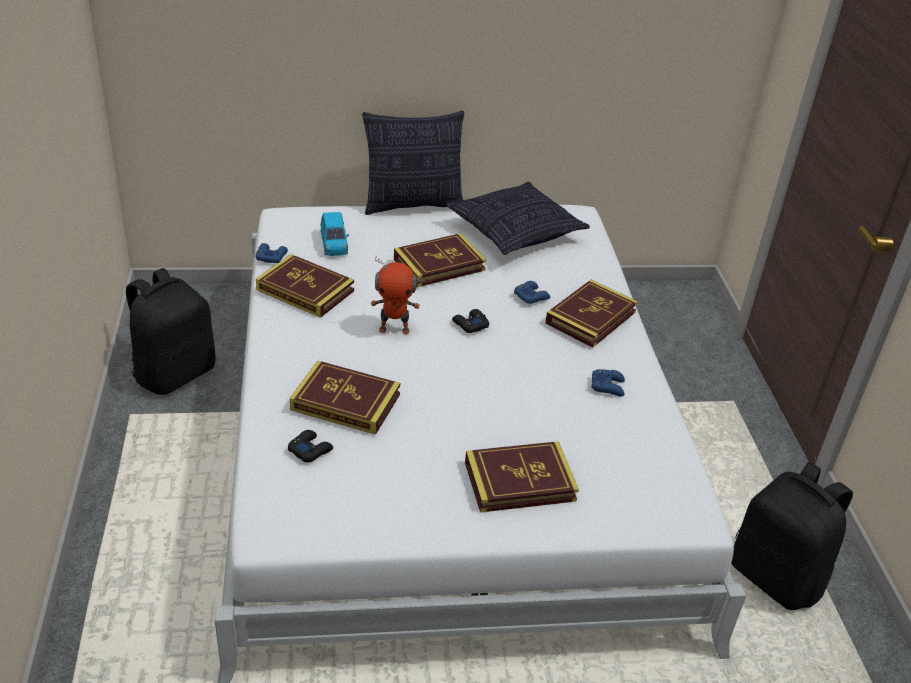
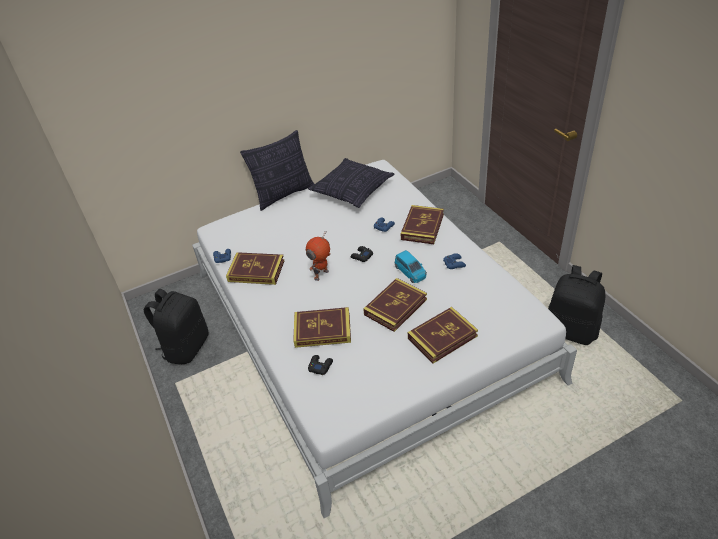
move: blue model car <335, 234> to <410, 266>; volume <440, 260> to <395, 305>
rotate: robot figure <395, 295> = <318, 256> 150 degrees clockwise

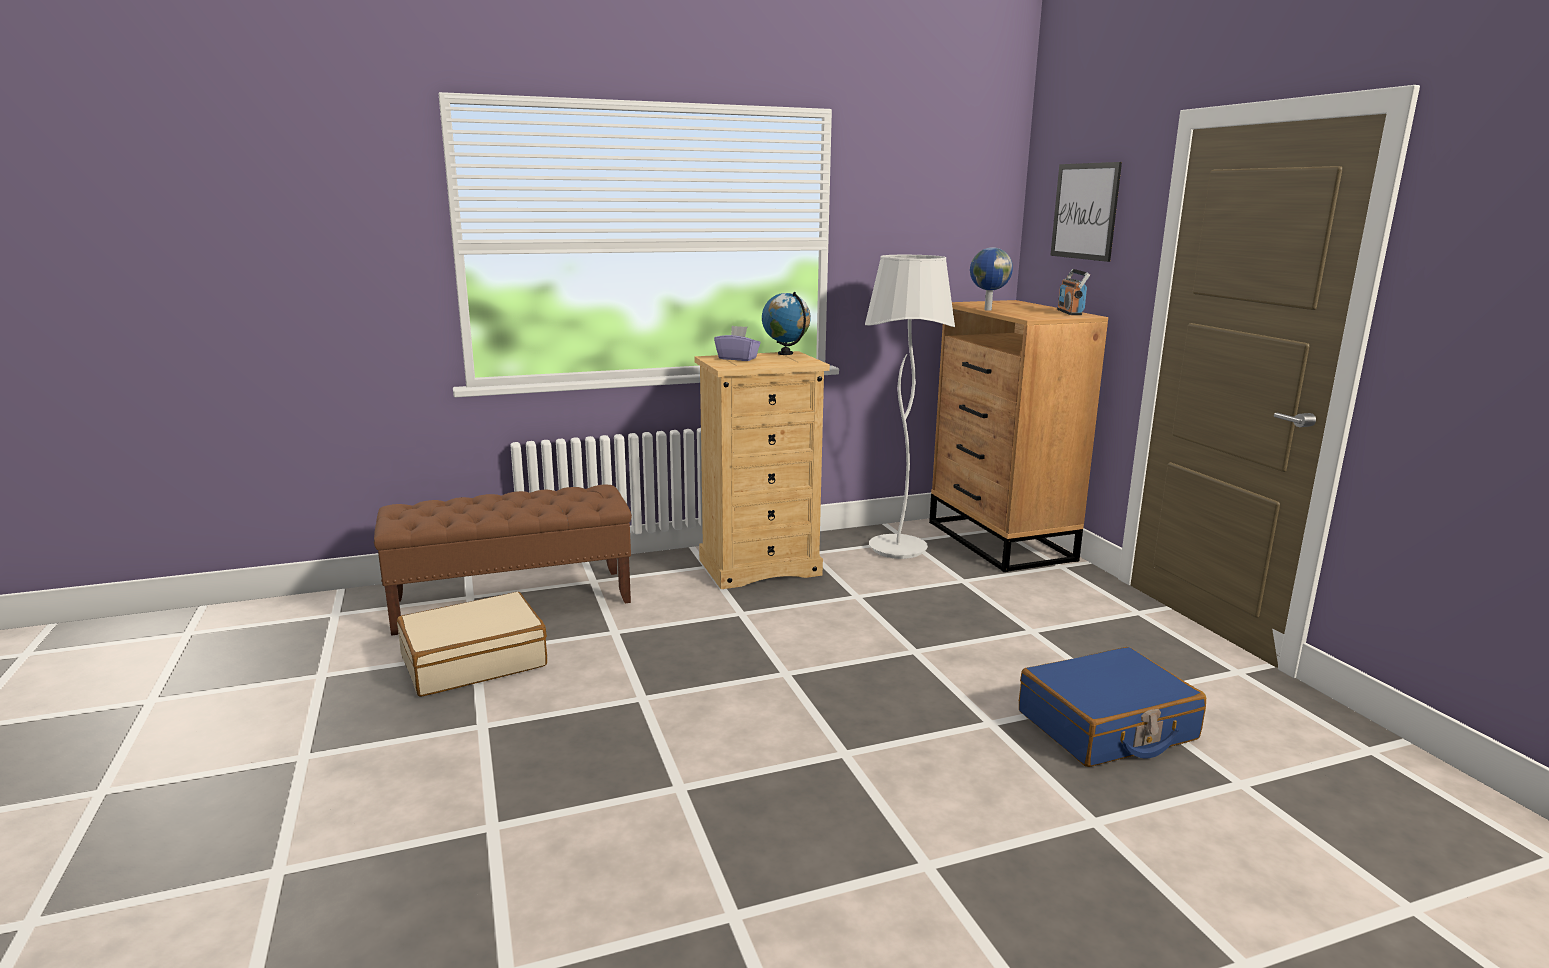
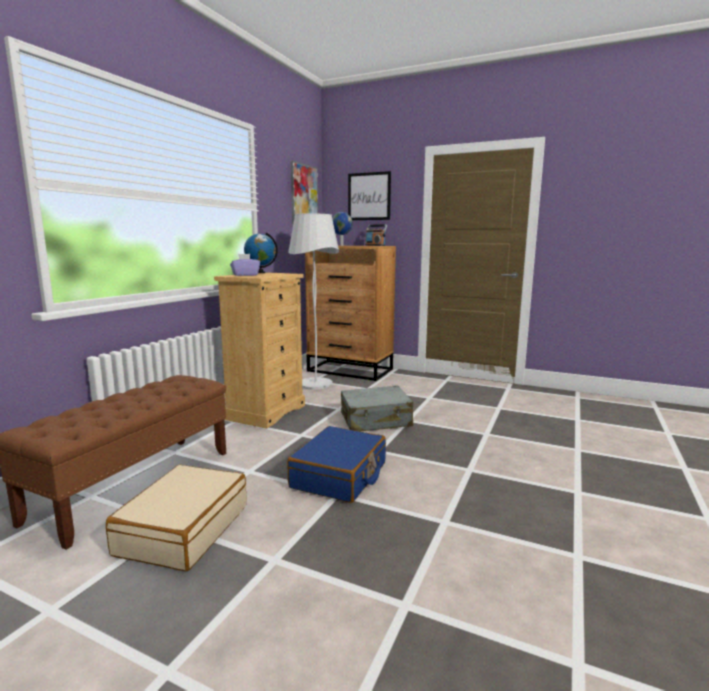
insert: wall picture <304, 193>; greyish piece of luggage <377, 408>
move: blue piece of luggage <1112, 707> to <336, 464>

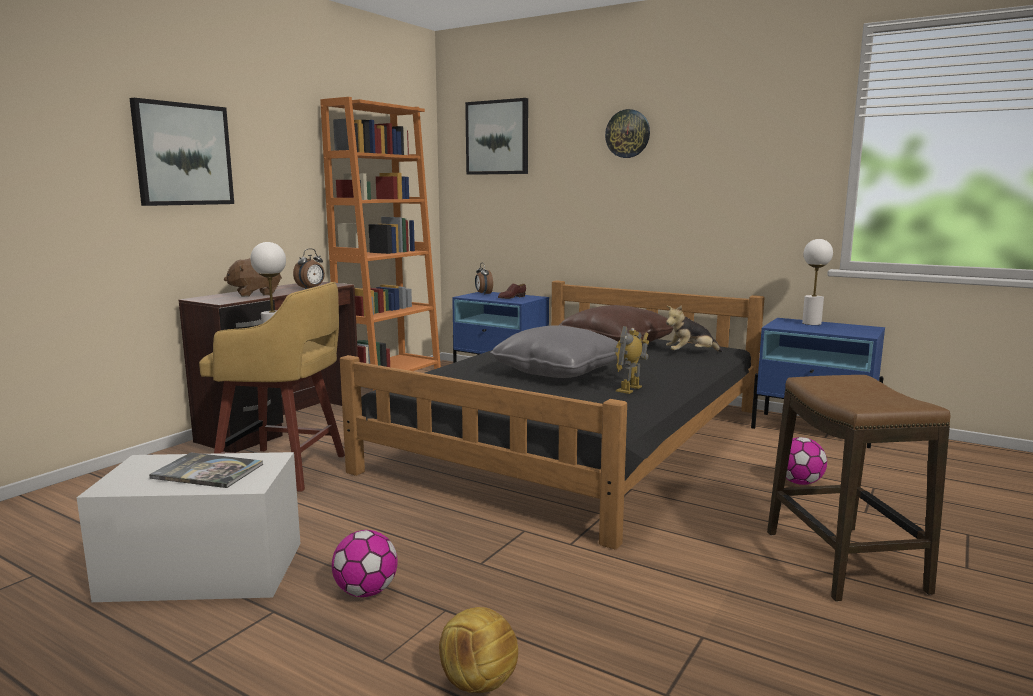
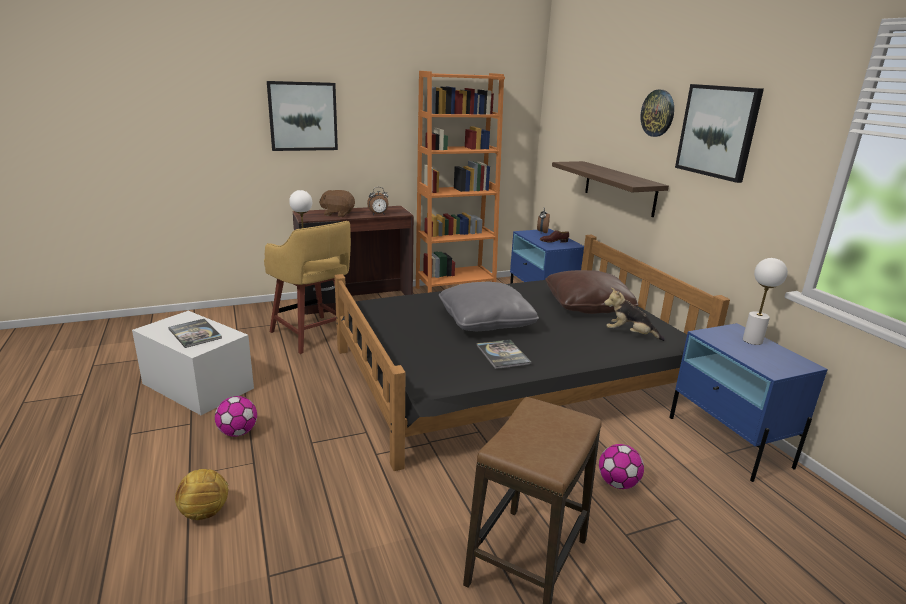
insert: wall shelf <610, 189>
move: wall picture <496, 136> to <719, 133>
replace: robot figure <631, 360> to volume <503, 354>

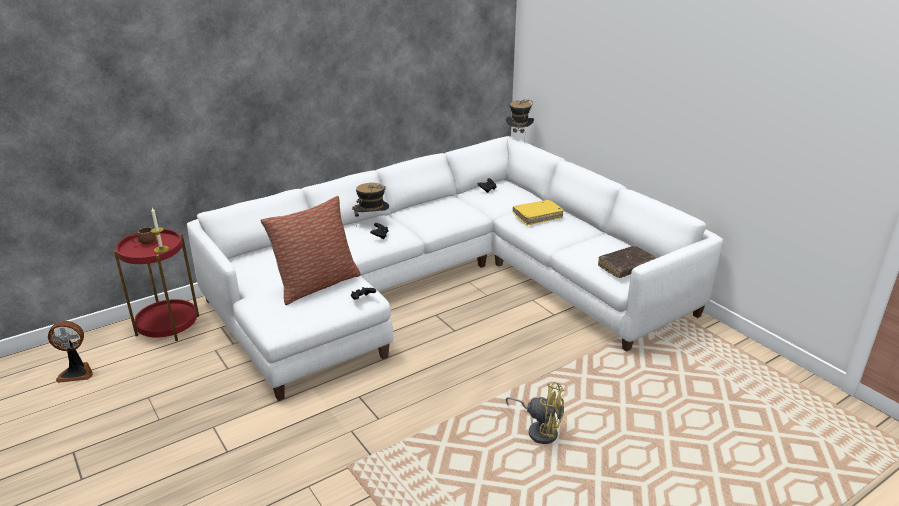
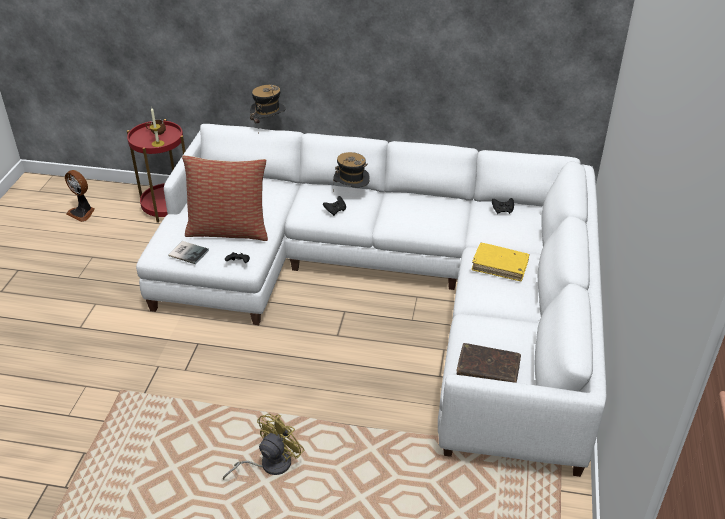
insert: volume <188, 252>
move: clothing hat <520, 120> to <267, 109>
rotate: yellow-coloured fan <534, 413> = <263, 446> 120 degrees counterclockwise

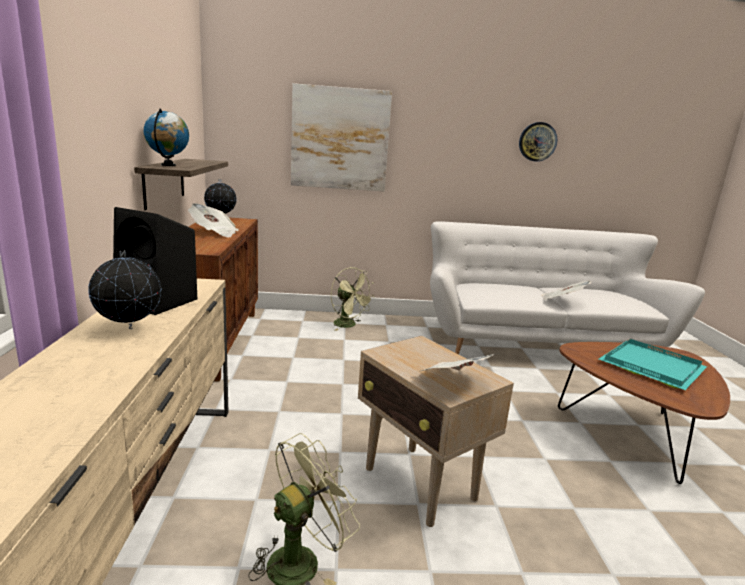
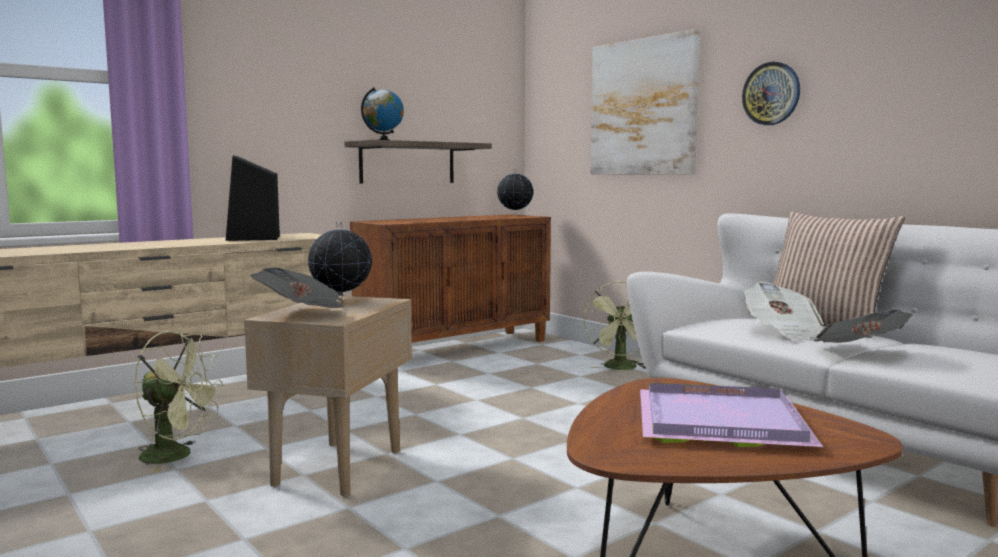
insert: throw pillow <839, 275>
move: desk globe <125, 289> to <340, 260>; printed paper <213, 220> to <784, 311>; wall clock <538, 142> to <771, 93>
recolor: turquoise-coloured carrying tray <653, 364> to purple-coloured carrying tray <731, 415>

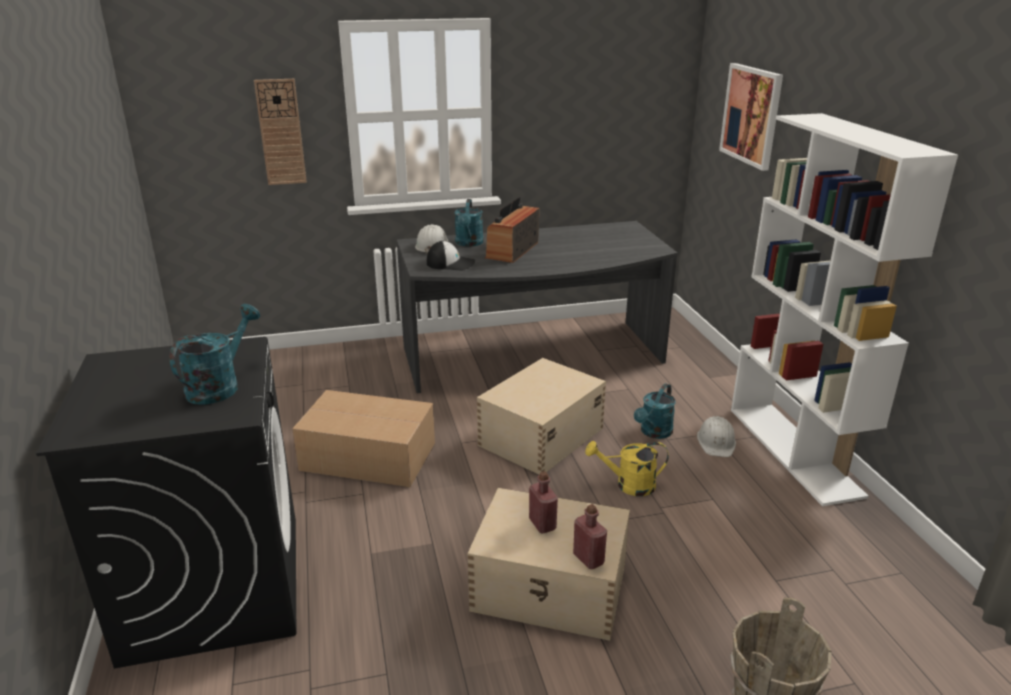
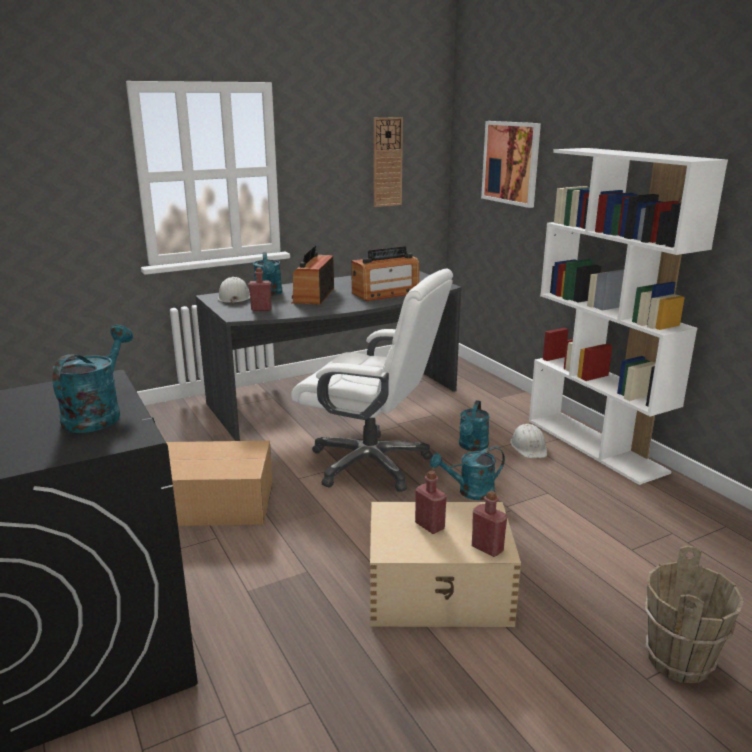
insert: radio set <385, 273>
move: wall clock <280, 132> to <388, 162>
replace: cap <451, 255> to red-coloured bottle <260, 289>; beige-coloured storage bin <541, 416> to white office chair <372, 380>
recolor: yellow-coloured watering pot <627, 468> to turquoise-coloured watering pot <467, 473>

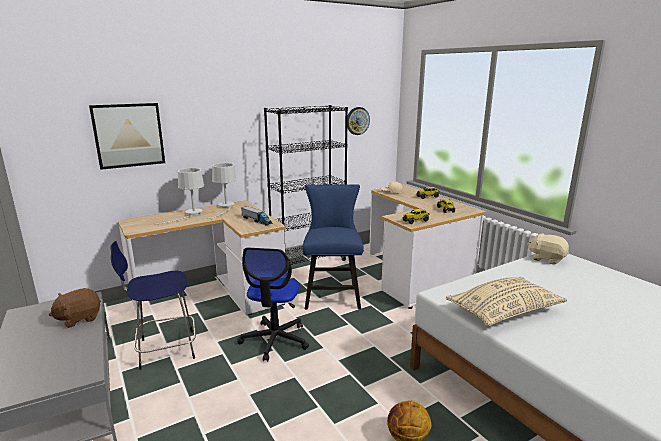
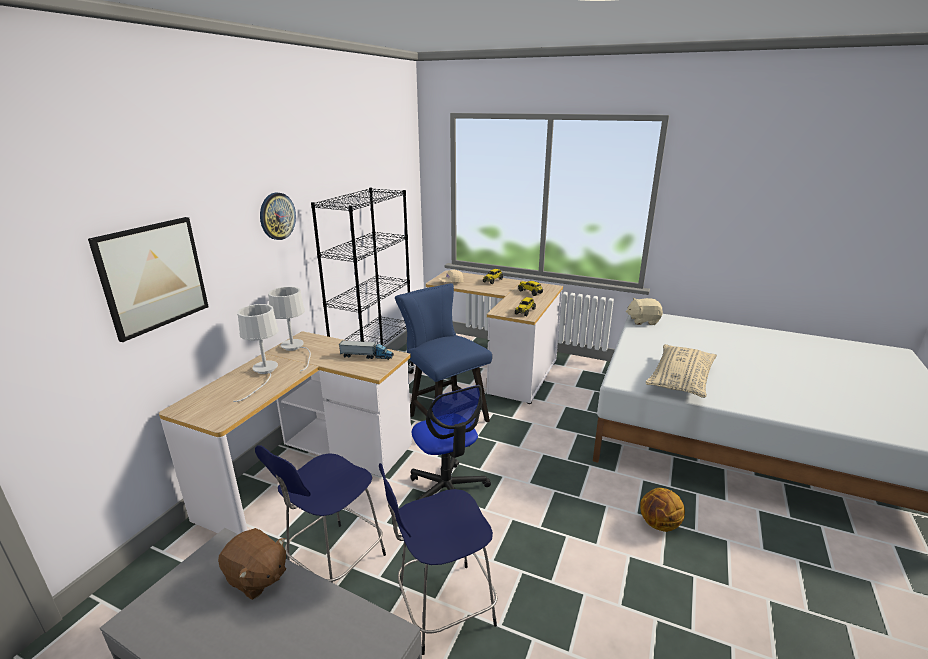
insert: blue stool seat <438, 559>
move: wall clock <358, 121> to <278, 216>
rotate: brown plush toy <75, 308> = <252, 564> 75 degrees counterclockwise

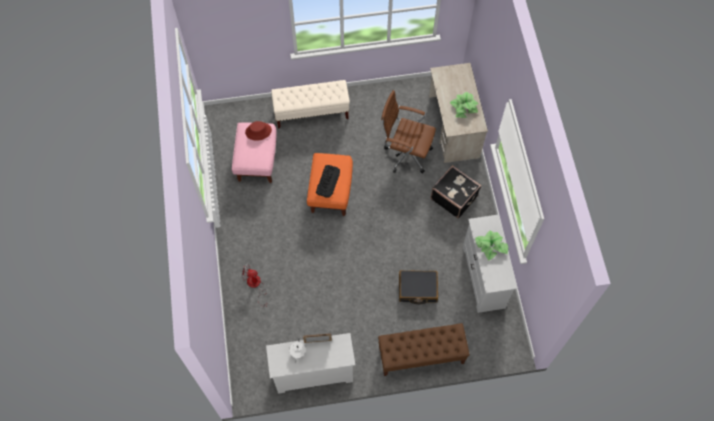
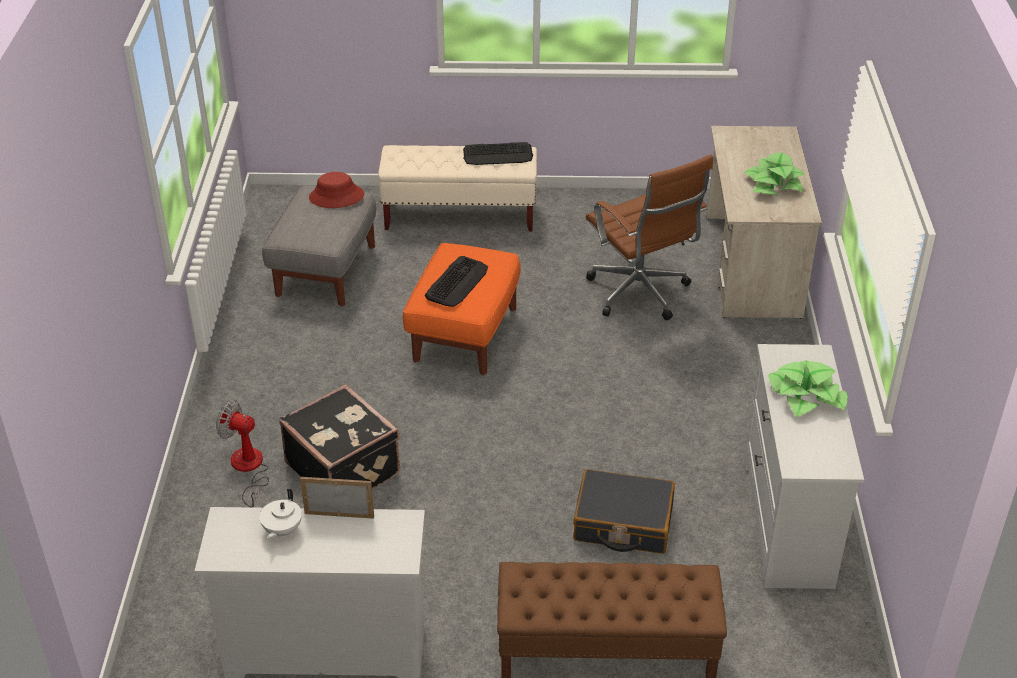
insert: PC keyboard <498, 153>
move: black piece of luggage <456, 192> to <339, 437>
recolor: pink footrest <254, 152> to greyish footrest <319, 245>
rotate: brown office chair <408, 131> = <649, 237> 150 degrees counterclockwise

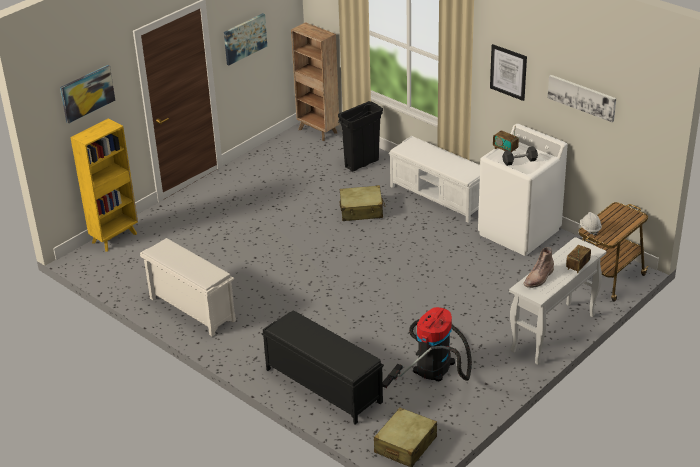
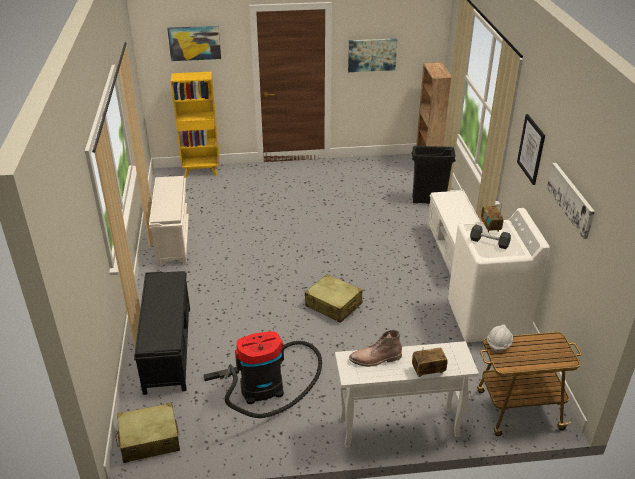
move: beige-coloured piece of luggage <362, 203> to <334, 298>

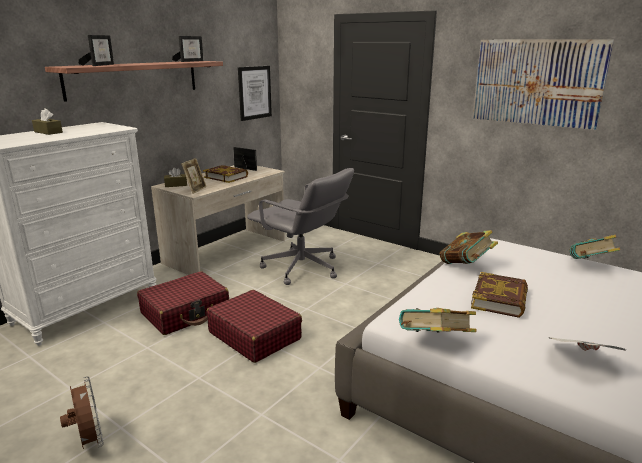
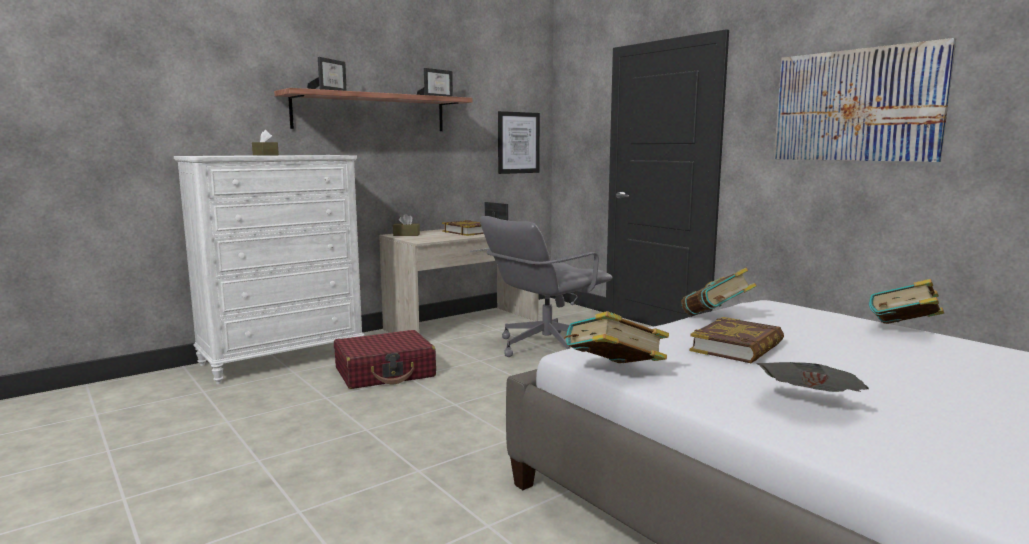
delete: brown fan <81, 412>; picture frame <194, 176>; red-coloured piece of luggage <254, 326>
rotate: greyish office chair <300, 226> = <546, 286> 90 degrees clockwise

